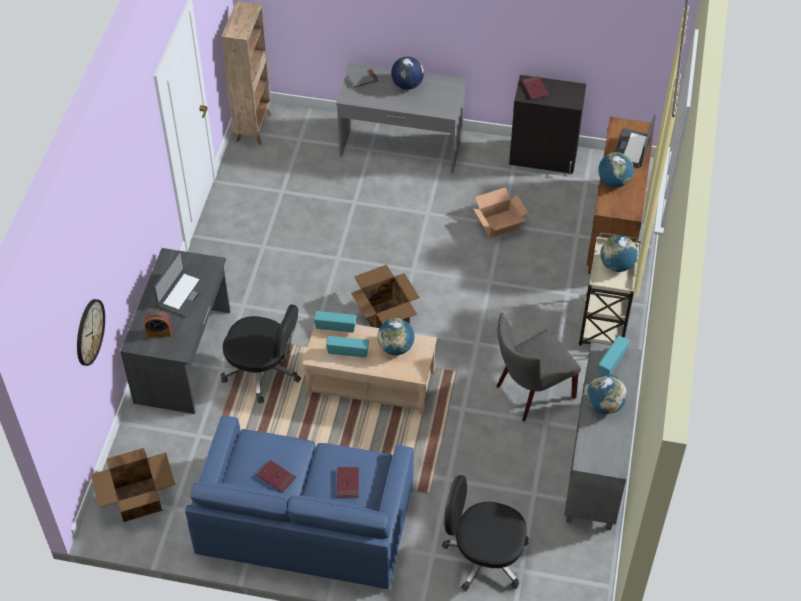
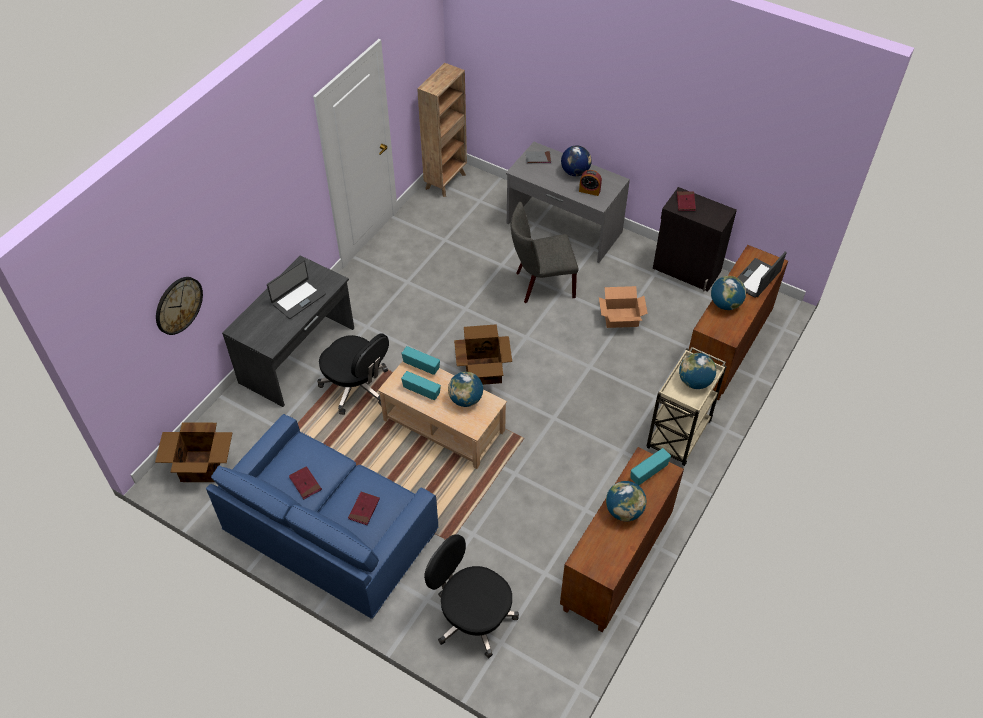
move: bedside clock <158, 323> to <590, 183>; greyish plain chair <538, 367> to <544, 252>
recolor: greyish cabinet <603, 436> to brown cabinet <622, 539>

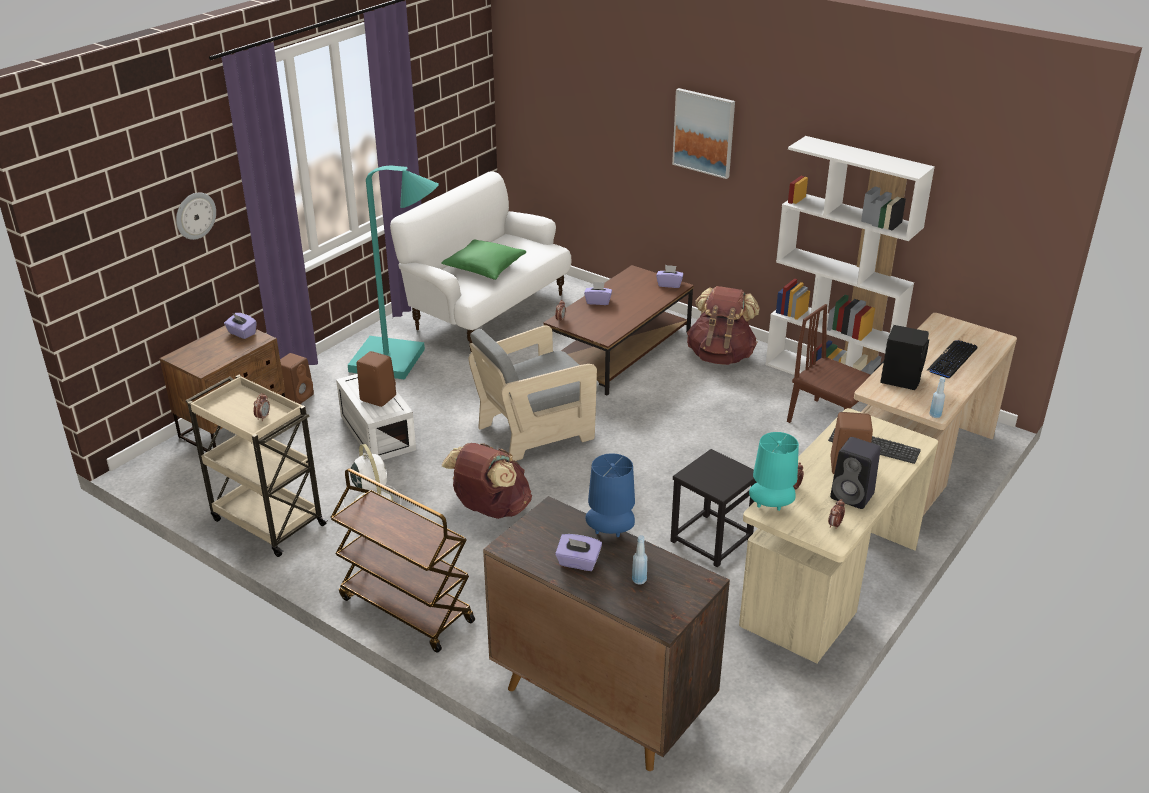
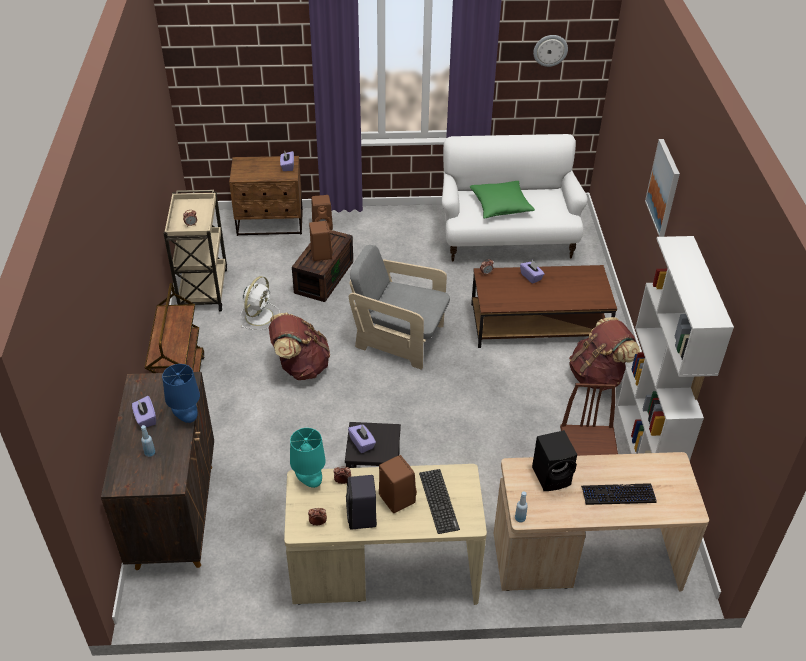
delete: turquoise-coloured standing lamp <393, 272>
move: wall clock <196, 216> to <550, 51>; purple-coloured tissue holder <669, 276> to <362, 438>
recolor: white storage bin <376, 417> to brown storage bin <322, 266>

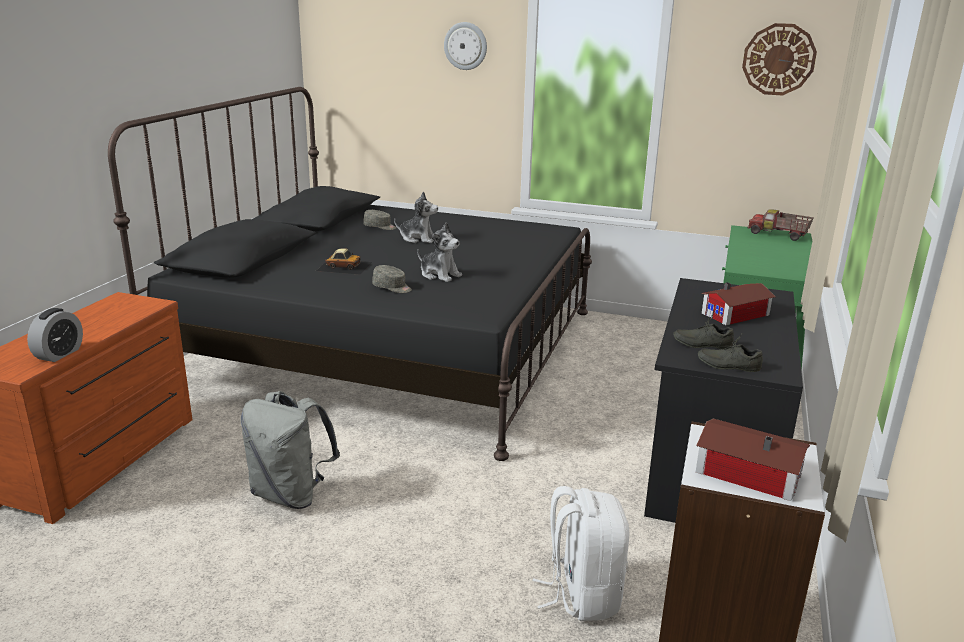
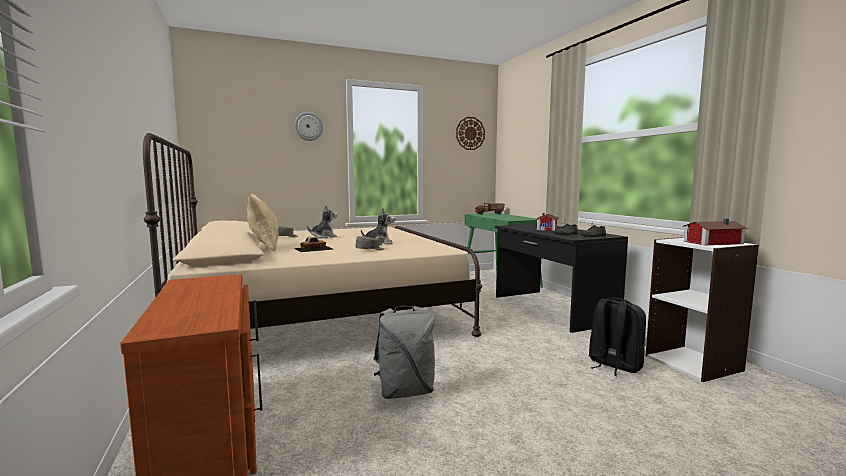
delete: bedside clock <55, 335>
insert: beige-coloured throw pillow <262, 222>
recolor: black bed <350, 274> to beige-coloured bed <312, 235>; white knapsack <581, 553> to black knapsack <617, 336>

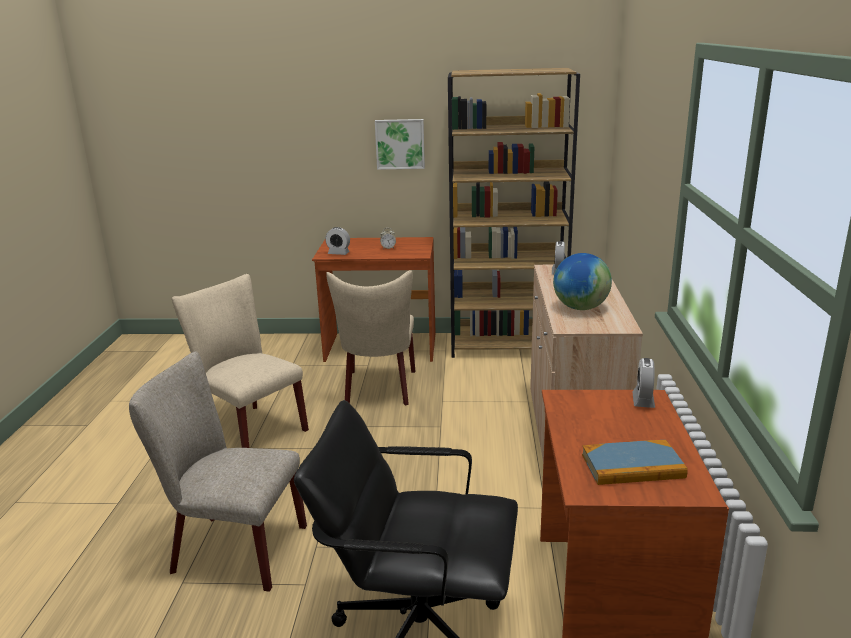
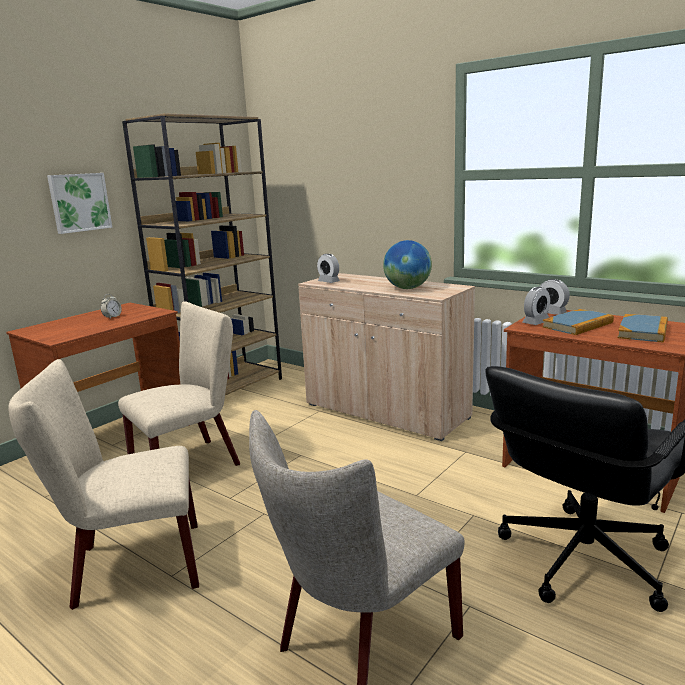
insert: volume <578, 322>
move: bedside clock <337, 241> to <536, 306>
rotate: beige-coloured plain chair <370, 338> = <179, 383> 75 degrees counterclockwise

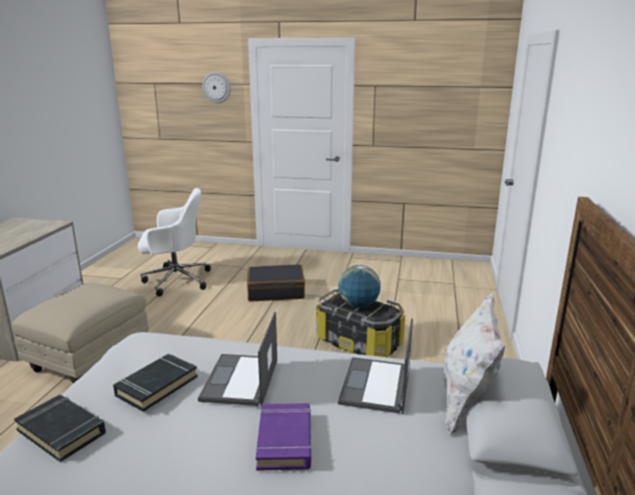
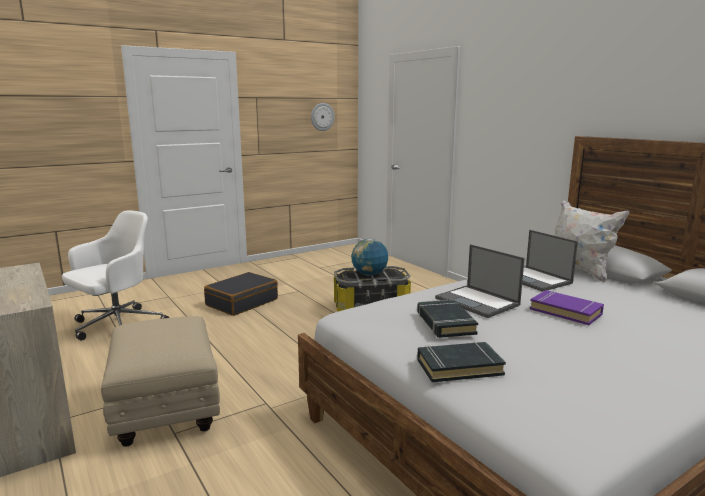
move: wall clock <216, 87> to <323, 117>

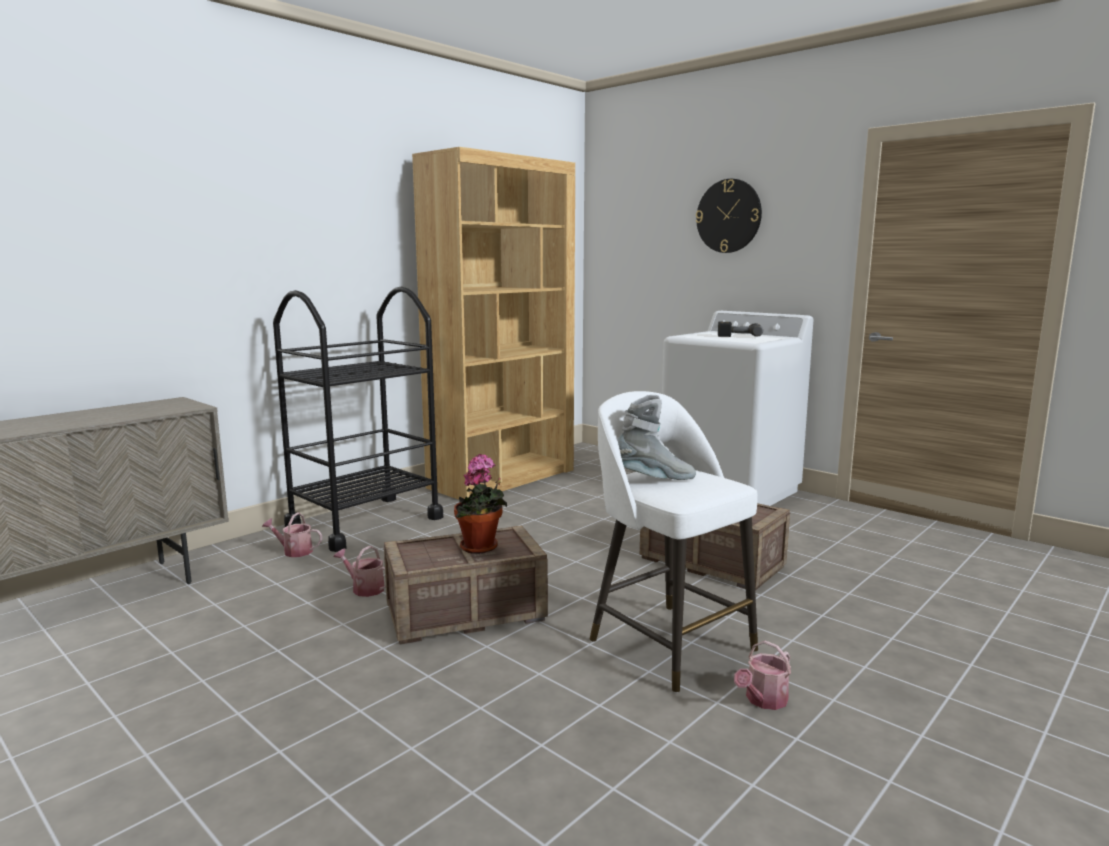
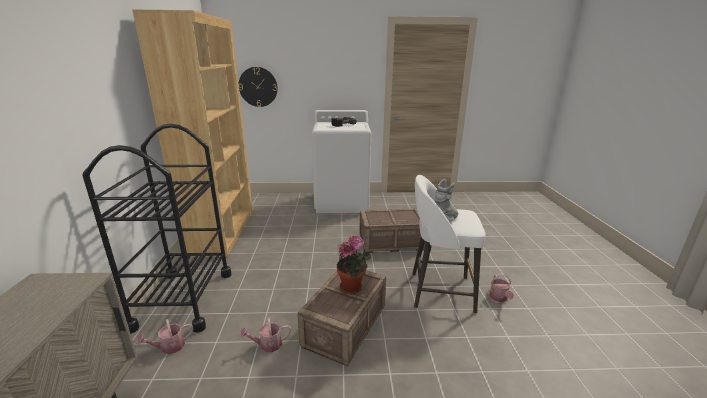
move: wall clock <729, 216> to <258, 87>

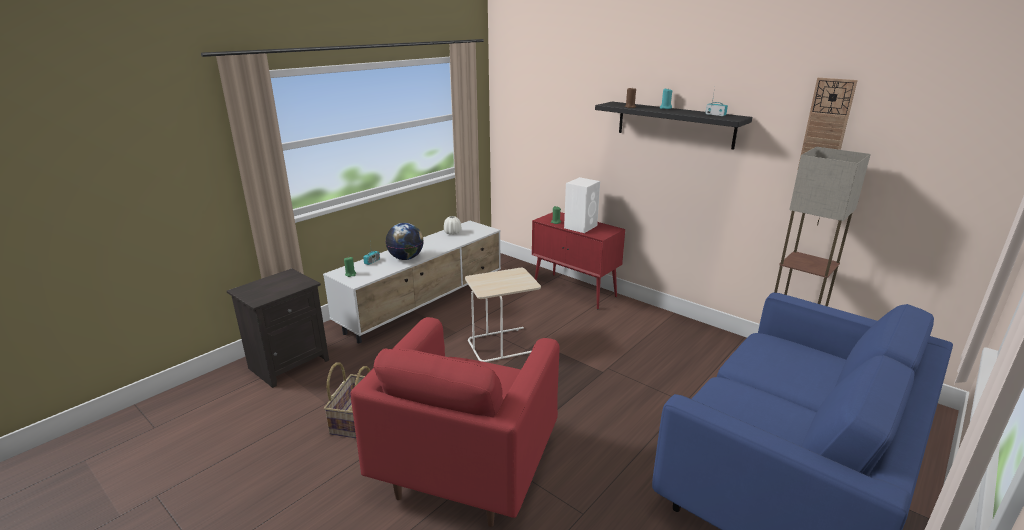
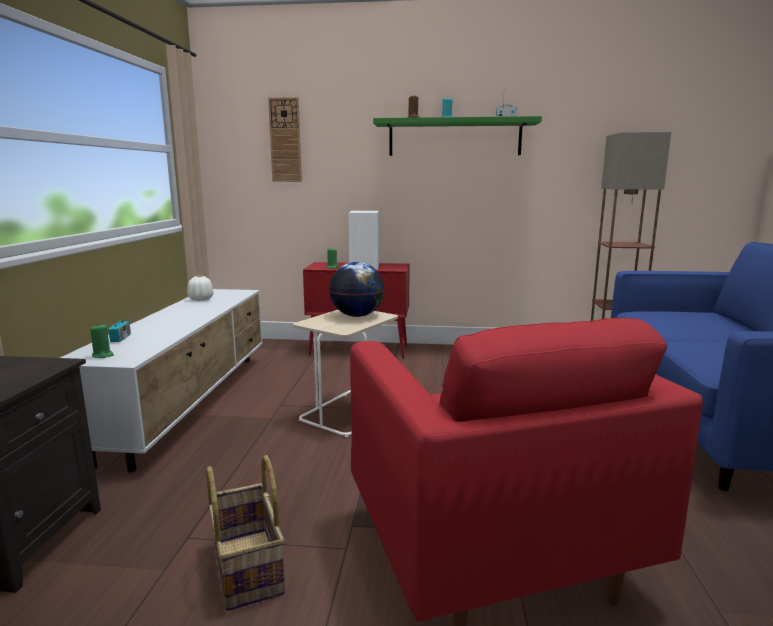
move: desk globe <404, 241> to <357, 289>; wall clock <827, 124> to <285, 139>
recolor: black wall shelf <673, 126> to green-coloured wall shelf <457, 136>

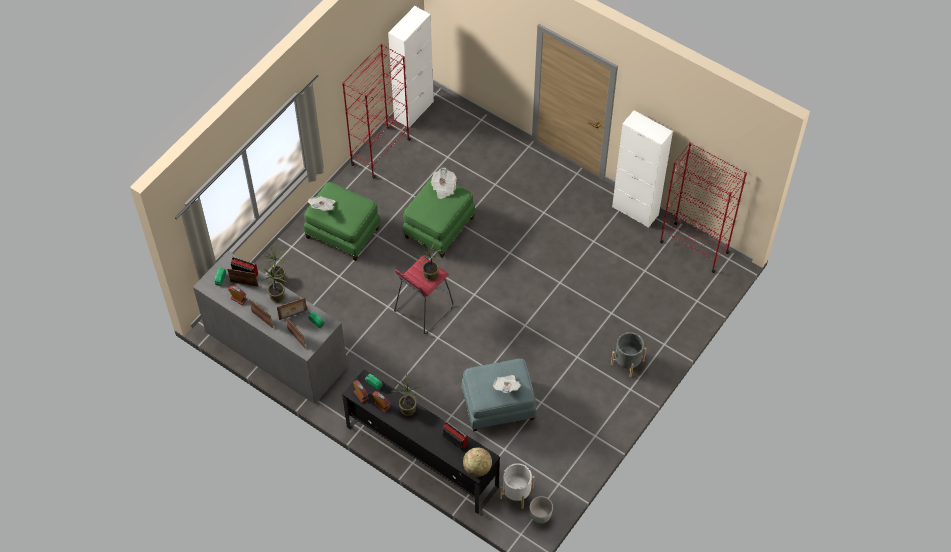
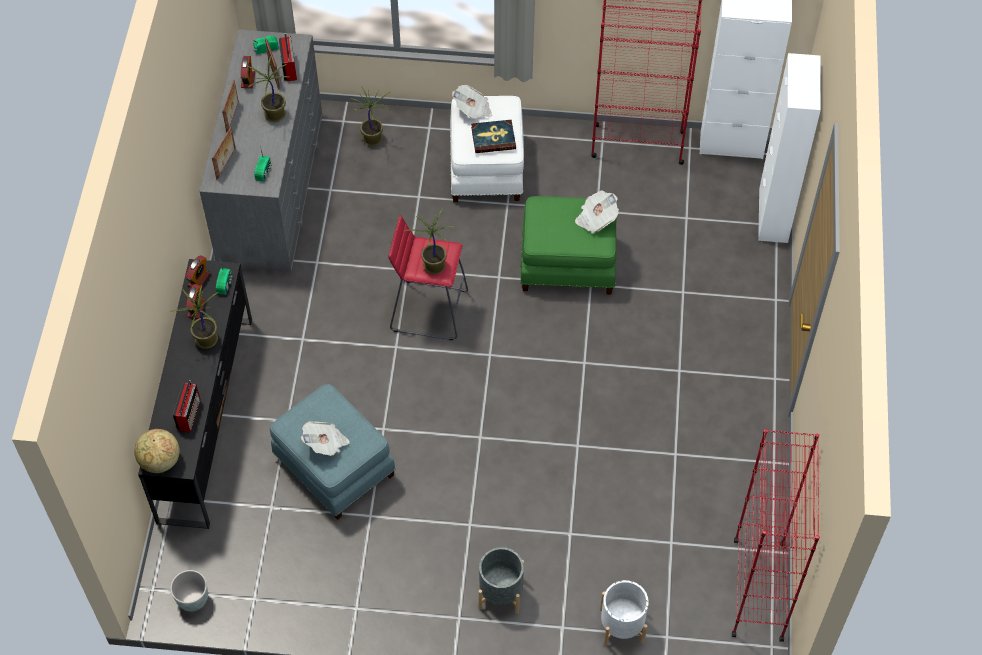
delete: picture frame <292, 309>
insert: volume <493, 136>
move: white plant pot <517, 486> to <624, 613>; white cabinet <642, 169> to <789, 148>
recolor: green-coloured footrest <342, 221> to white footrest <487, 149>

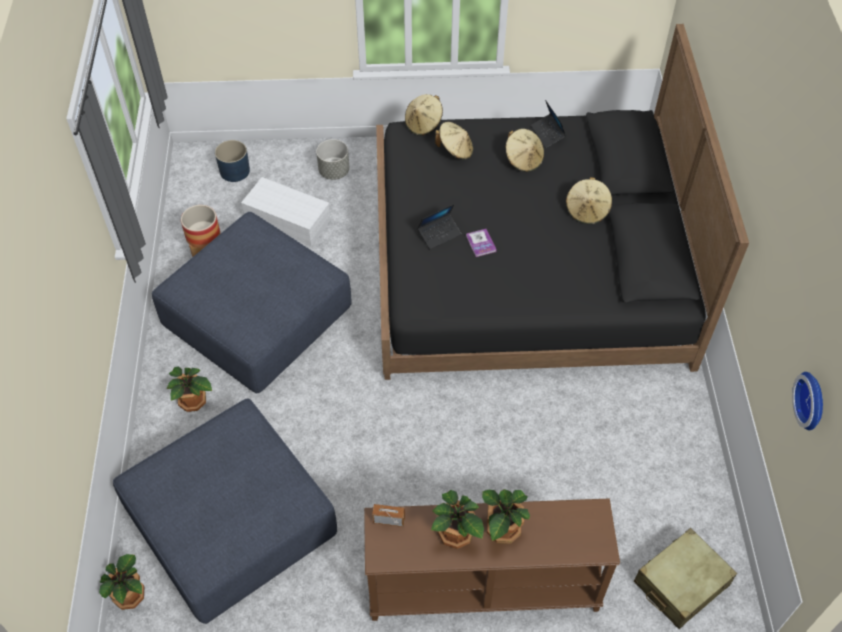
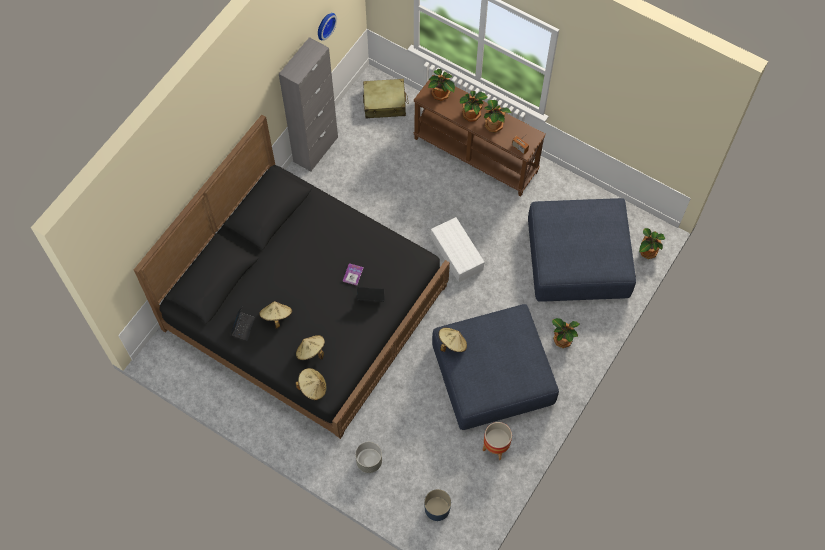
insert: greyish cabinet <308, 104>; houseplant <441, 85>
move: white storage bin <285, 211> to <458, 249>; beige-coloured clothing hat <589, 200> to <452, 340>

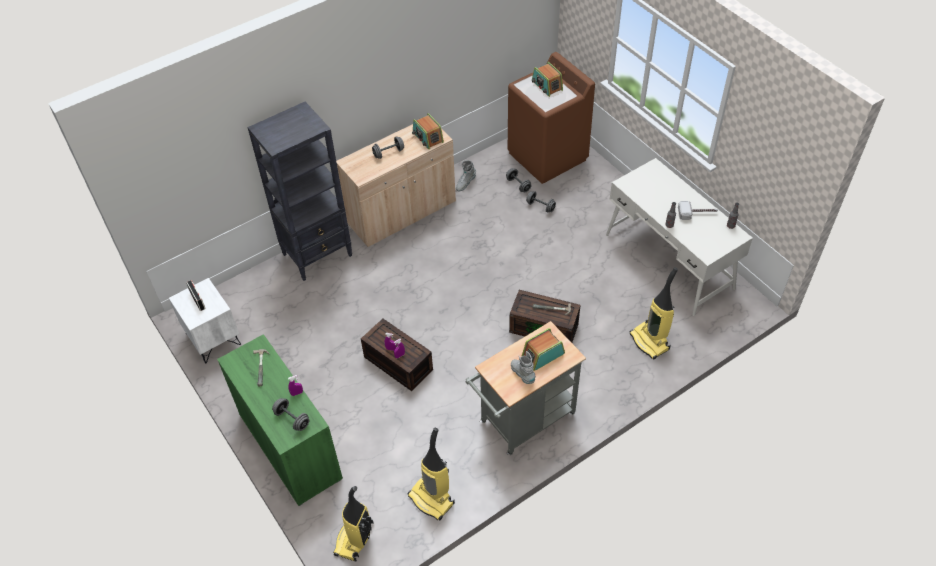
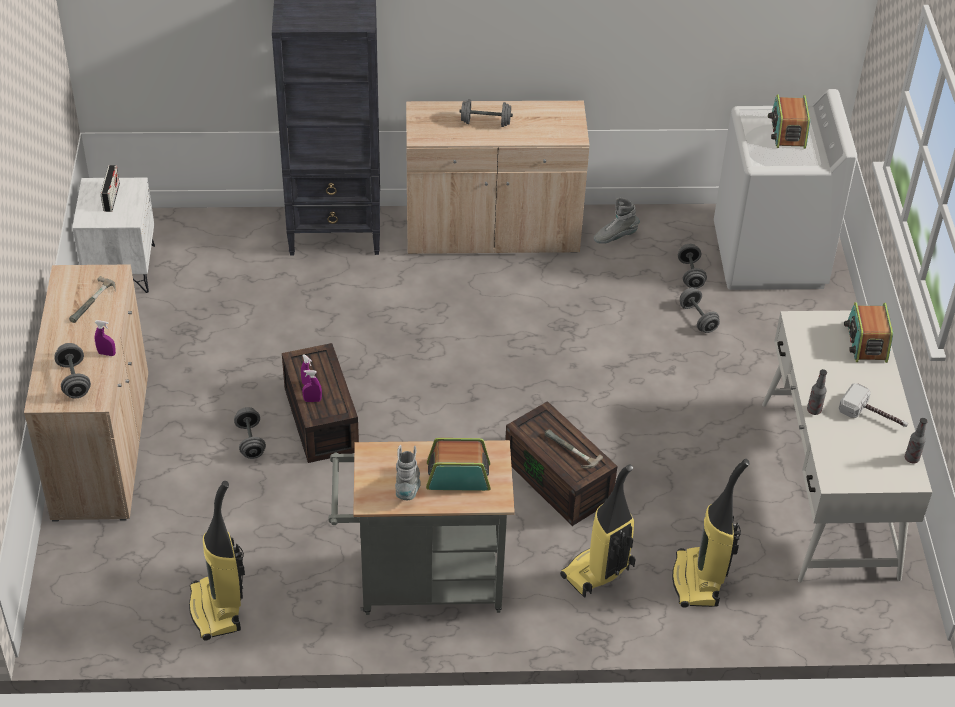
insert: greyish dumbbell <250, 433>
move: hoover <353, 524> to <598, 531>; radio set <428, 131> to <868, 332>
recolor: green-coloured cabinet <280, 420> to beige-coloured cabinet <86, 393>; brown laundry appliance <551, 118> to white laundry appliance <785, 189>

